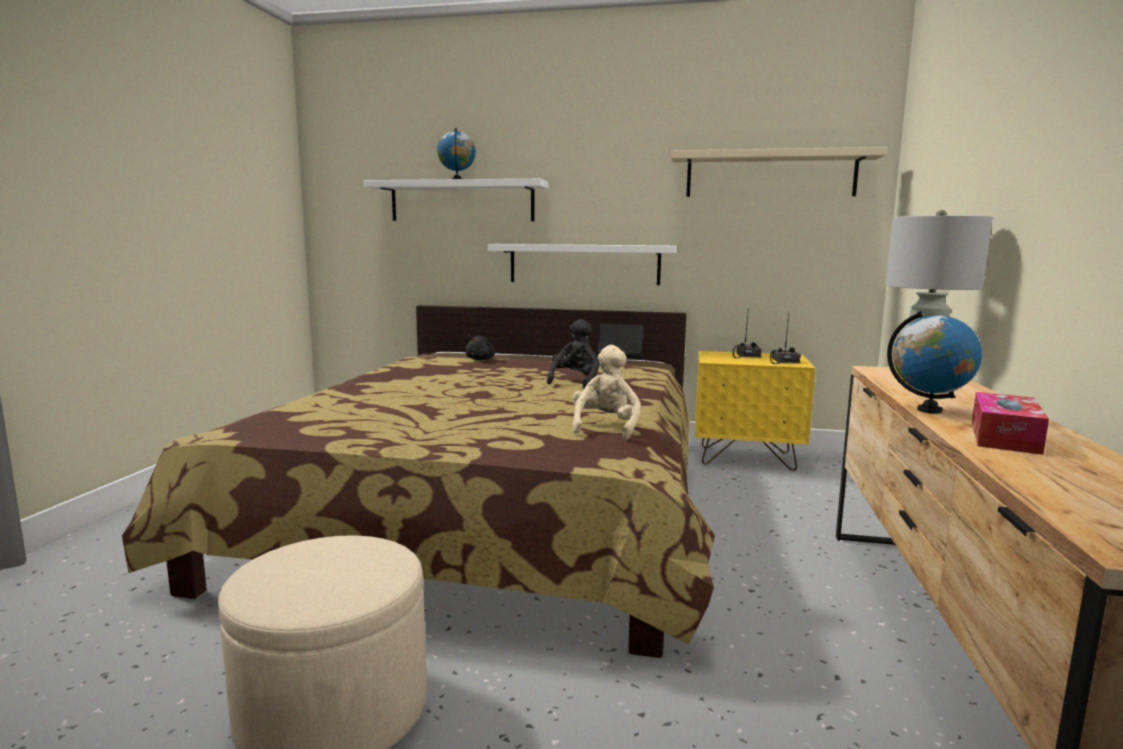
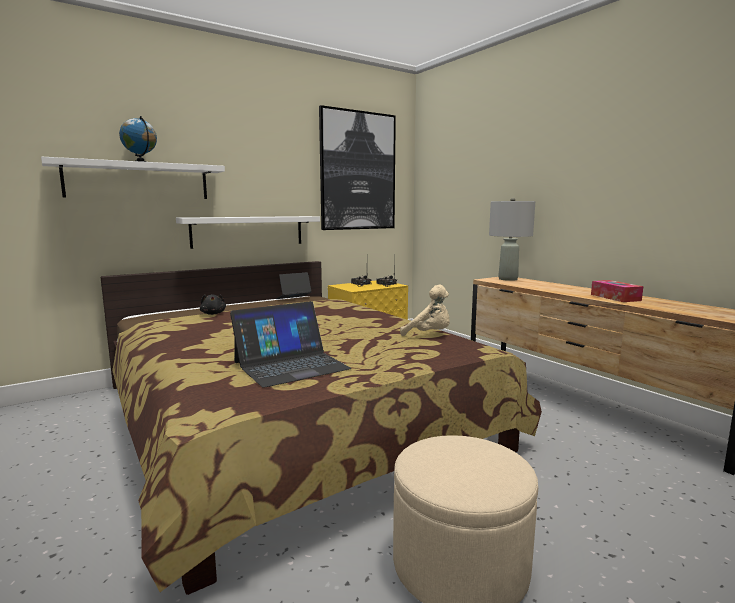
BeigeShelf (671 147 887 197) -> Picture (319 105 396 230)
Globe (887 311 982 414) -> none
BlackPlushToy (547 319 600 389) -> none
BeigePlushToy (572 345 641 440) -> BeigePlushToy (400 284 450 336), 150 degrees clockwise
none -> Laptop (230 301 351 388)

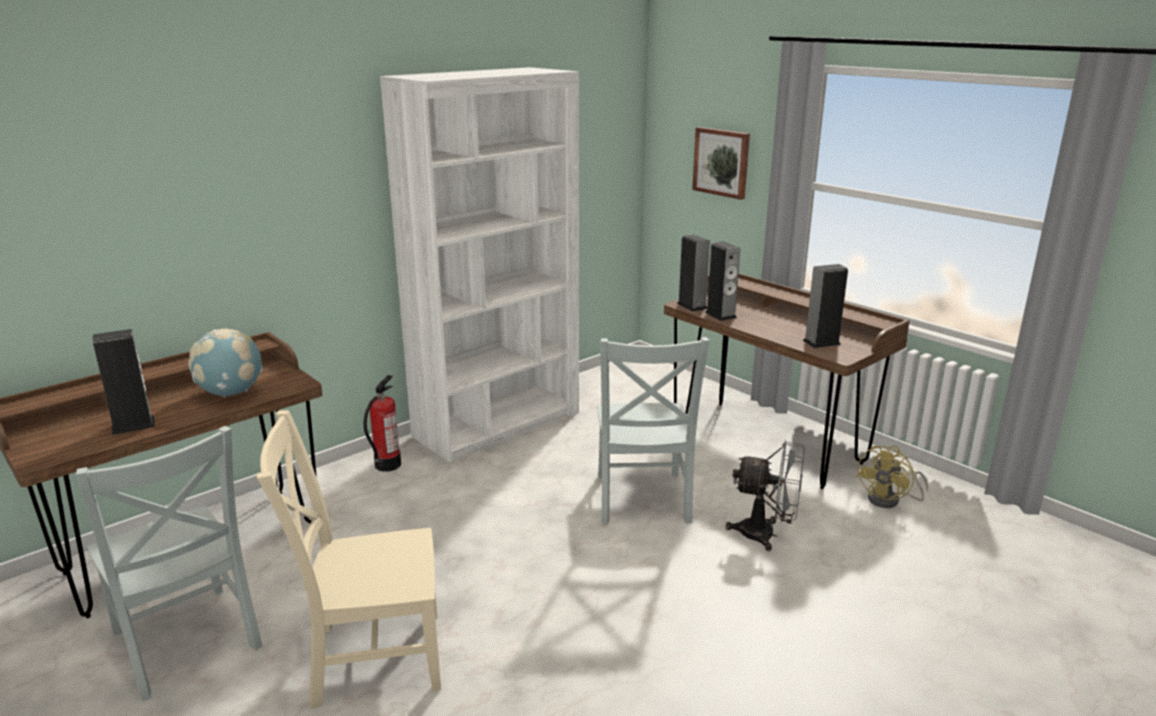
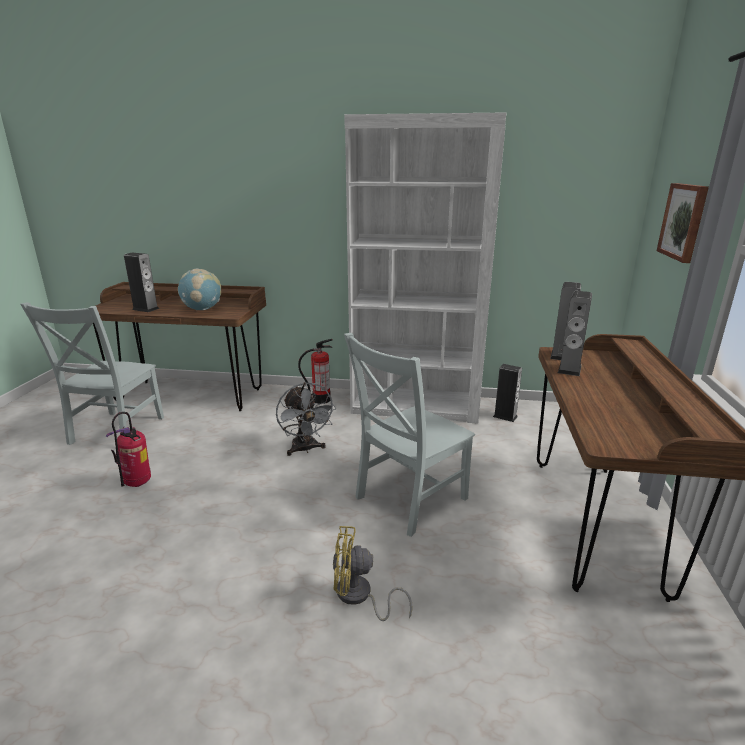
Speaker (803 264 848 348) -> Speaker (493 364 522 422), move
BeigeChair (256 410 441 709) -> FireExtinguisher (106 412 151 487)
GreyFan (726 440 805 551) -> GreyFan (276 382 336 456), move
YellowFan (856 446 928 508) -> YellowFan (333 526 413 621), move

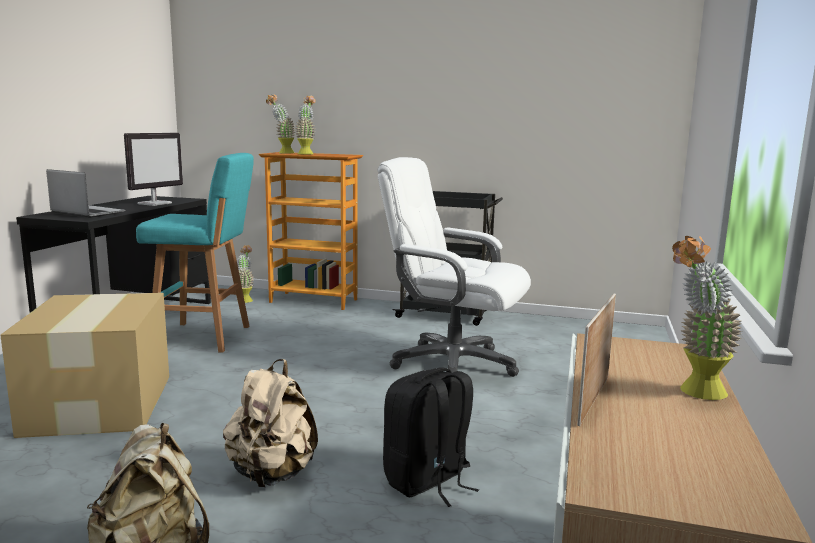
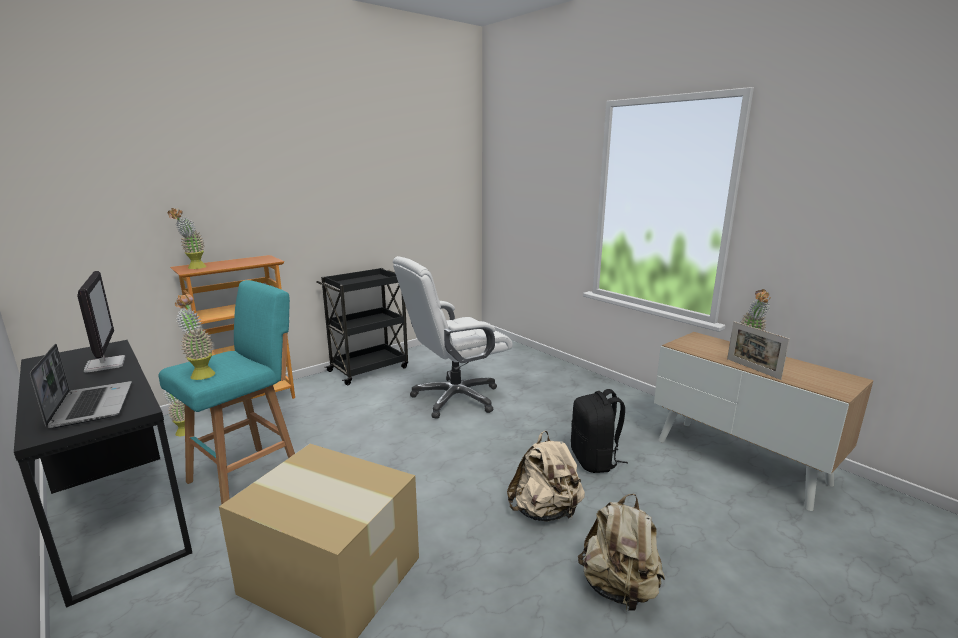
PottedPlant (295 95 316 155) -> PottedPlant (175 294 215 380), move
Laptop (46 169 126 218) -> Laptop (30 344 132 428), 90 degrees clockwise

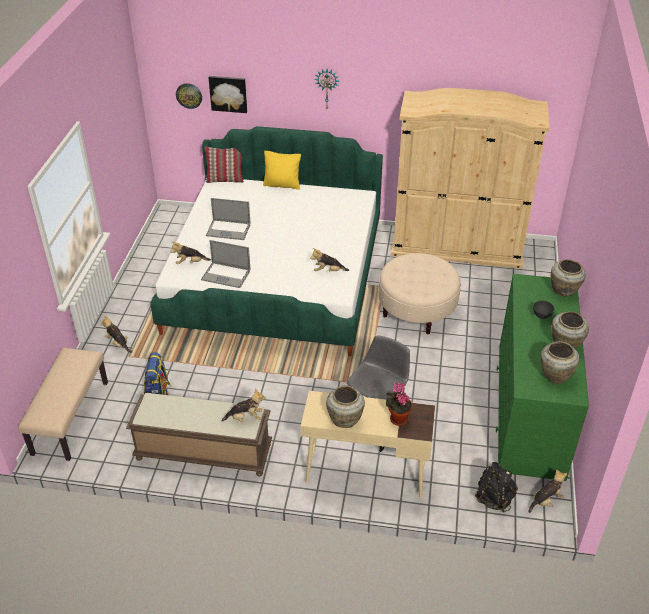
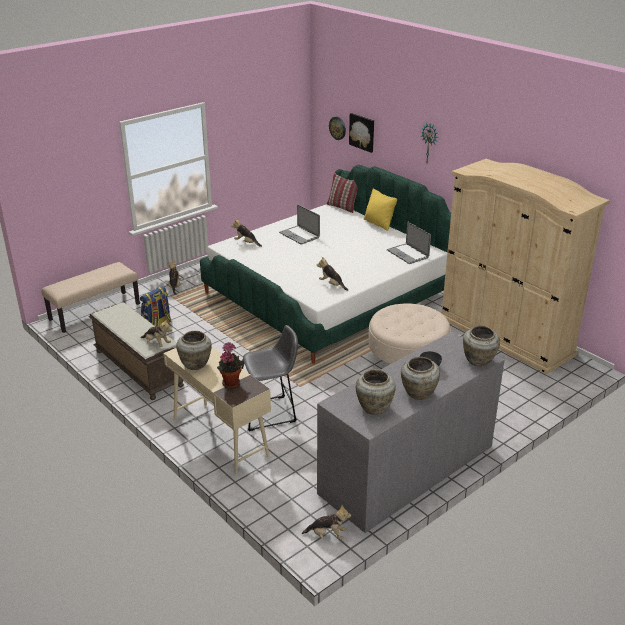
Laptop (201 240 250 288) -> Laptop (387 221 431 264), move
GreenDresser (496 274 589 481) -> GreyDresser (317 332 505 533)
BlackBackpack (475 462 518 513) -> none

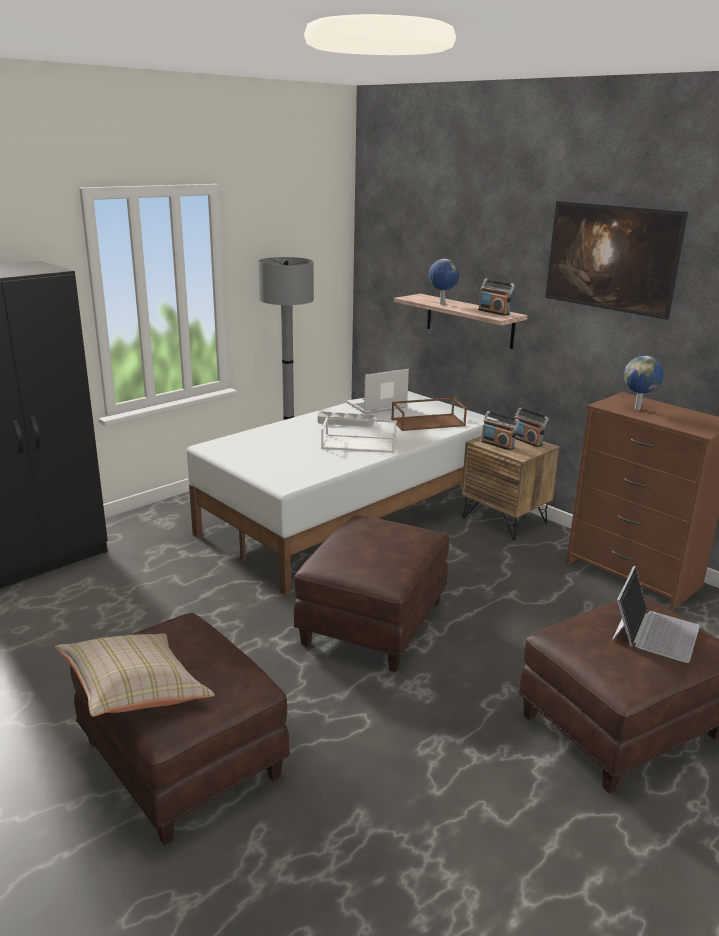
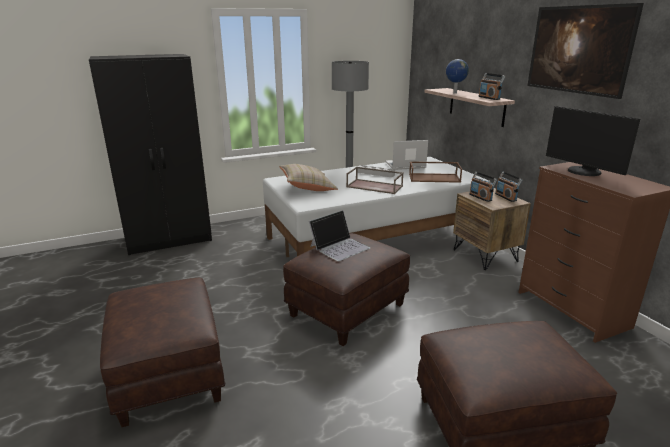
Globe (624 356 664 410) -> Monitor (546 106 640 176)
WhiteTray (321 417 397 453) -> BrownTray (346 167 404 194)
Laptop (612 566 700 663) -> Laptop (309 210 370 261), move
BeigePillow (55 633 215 717) -> BeigePillow (279 164 338 191), move

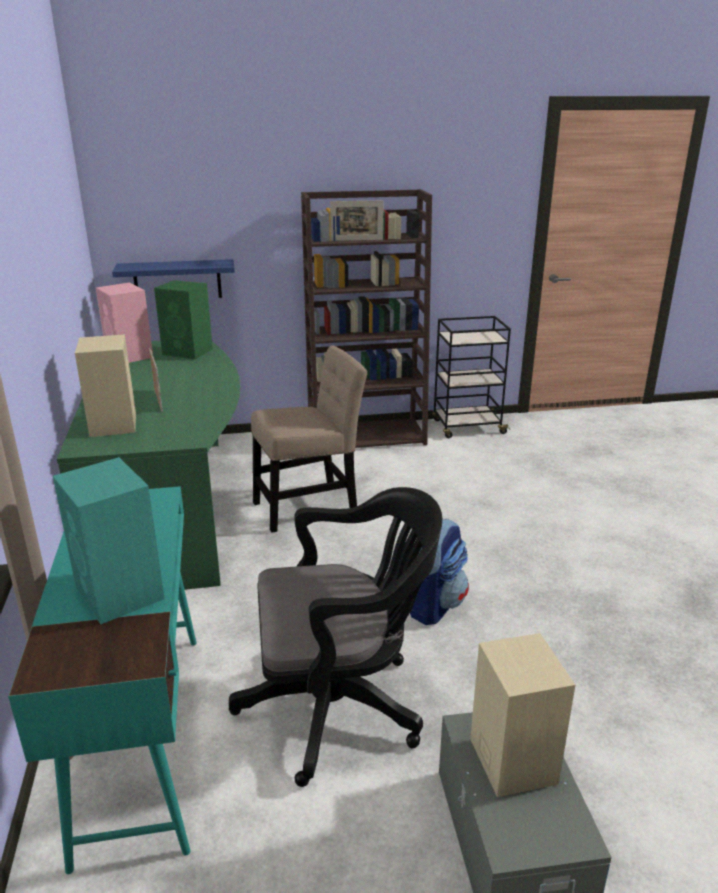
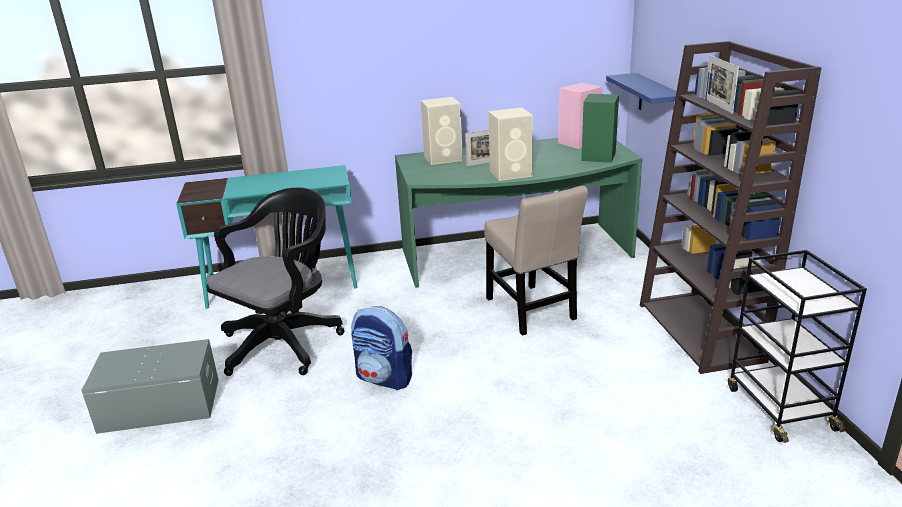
TurquoiseSpeaker (53 457 165 624) -> none
BlackOfficeChair (229 487 442 787) -> BlackOfficeChair (206 187 344 376), 135 degrees counterclockwise
BeigeSpeaker (470 633 575 797) -> BeigeSpeaker (488 108 533 181), move

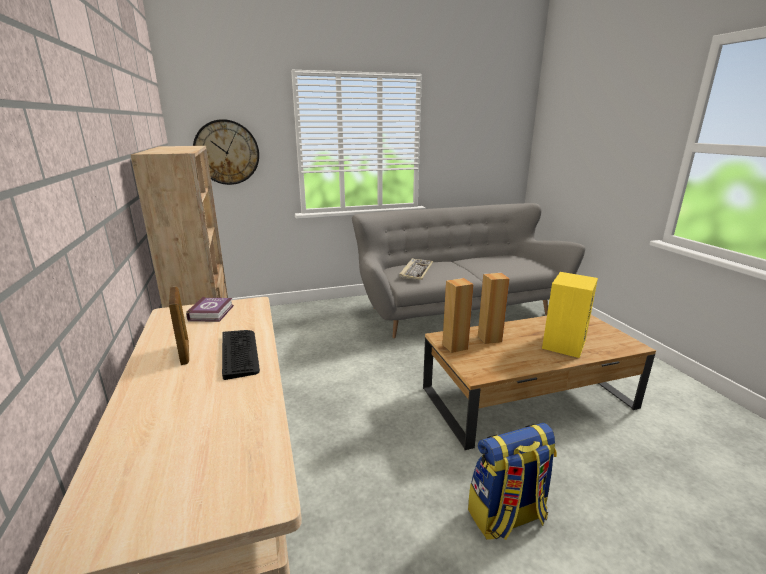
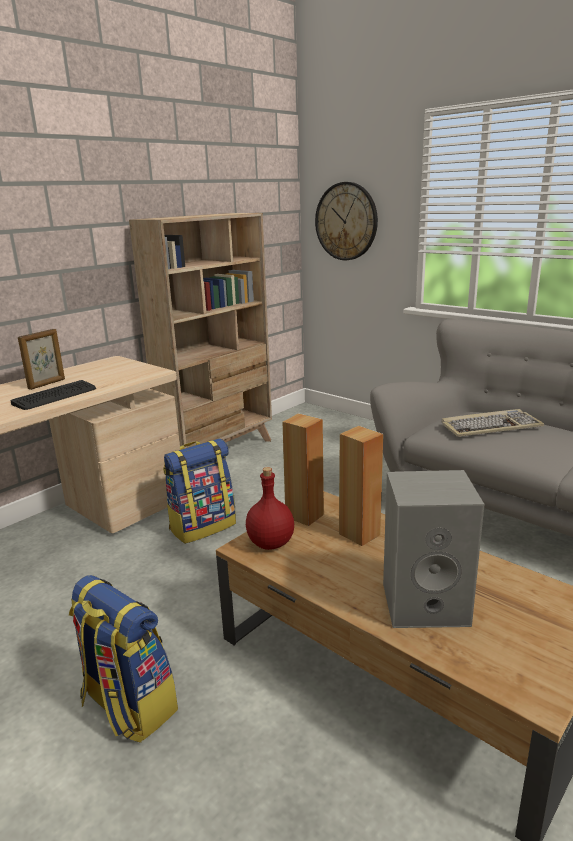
YellowSpeaker (542 272 598 358) -> GreySpeaker (383 470 484 628)
Book (186 297 234 322) -> none
none -> Backpack (163 439 236 544)
none -> RedBottle (246 467 294 550)

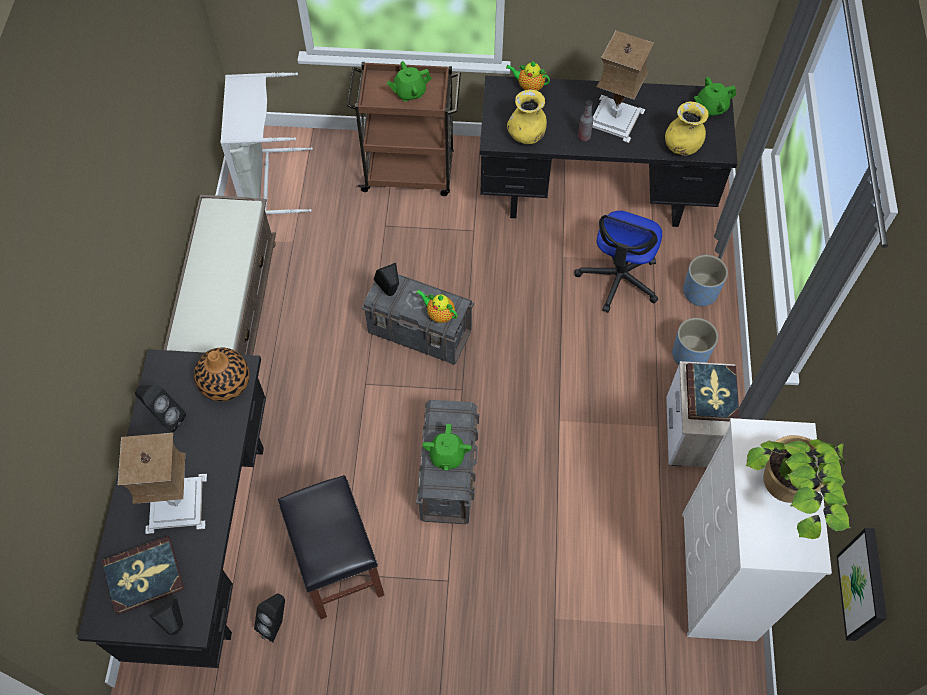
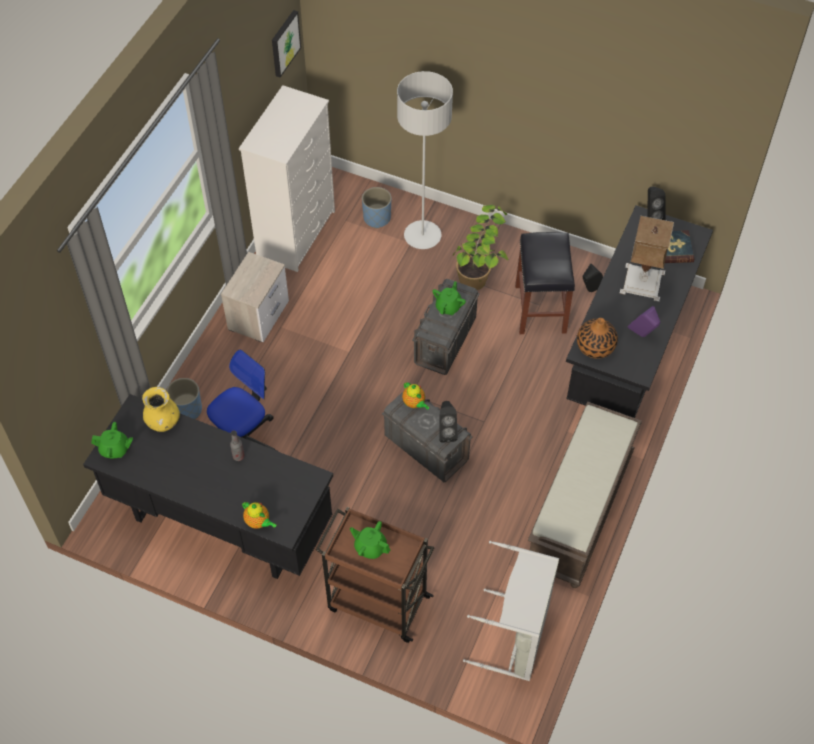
TableLamp (592 31 654 143) -> none
GreenTeapot (387 61 432 102) -> GreenTeapot (350 521 390 559), 150 degrees counterclockwise
YellowVase (507 90 547 144) -> none
BluePlanter (672 318 718 365) -> BluePlanter (362 187 391 228), move
Book (686 363 740 421) -> none
BlackSpeaker (135 385 186 433) -> PurpleSpeaker (627 306 660 337)
PottedPlant (746 435 851 539) -> PottedPlant (453 205 509 290), move
none -> GreyFloorLamp (397 71 453 249)

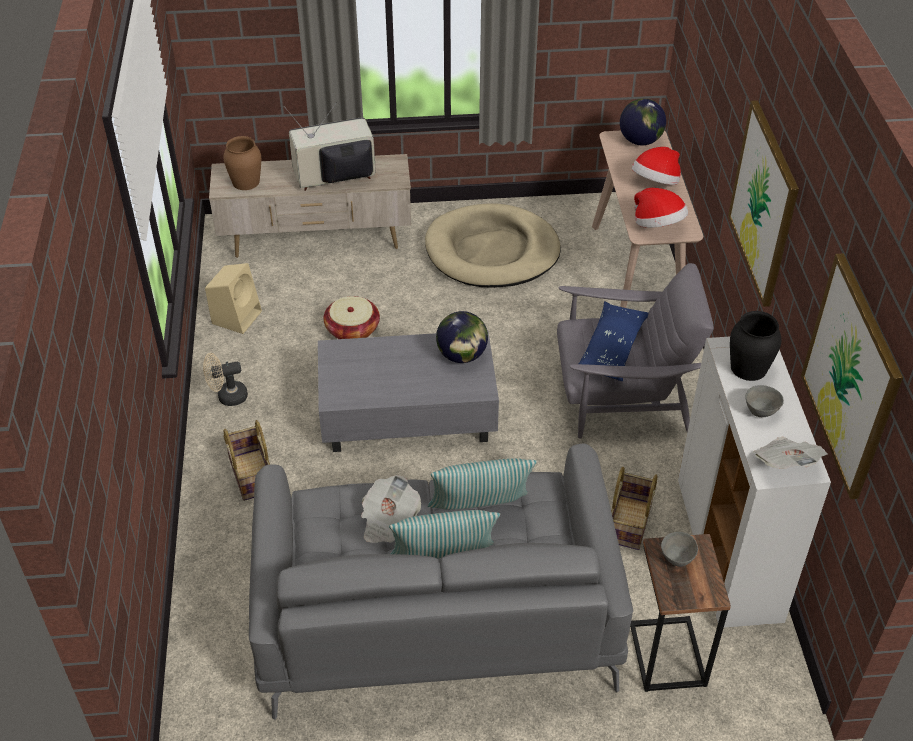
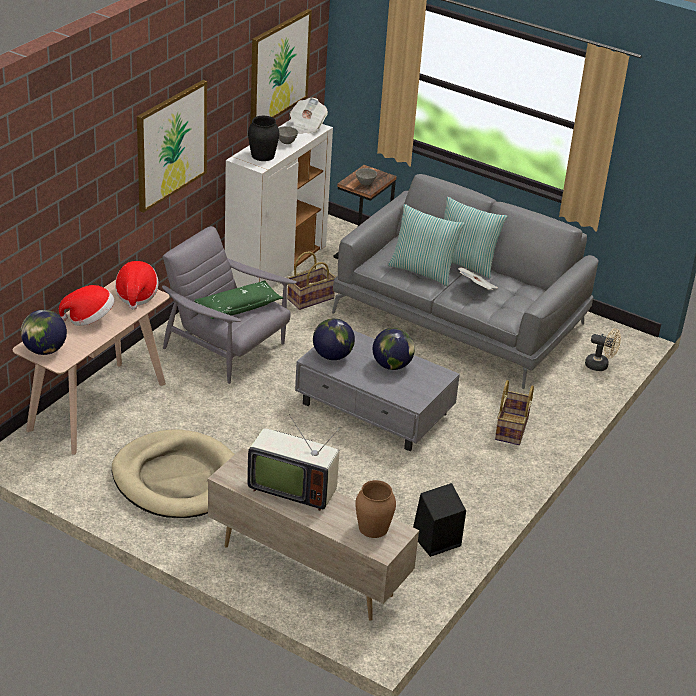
BeigeSpeaker (205 263 262 334) -> BlackSpeaker (413 483 466 557)
Basket (324 296 380 339) -> none
BluePillow (579 301 648 381) -> GreenPillow (194 280 283 319)
BeigeFan (203 353 248 406) -> BeigeFan (585 328 621 371), move
none -> Globe (373 328 415 370)

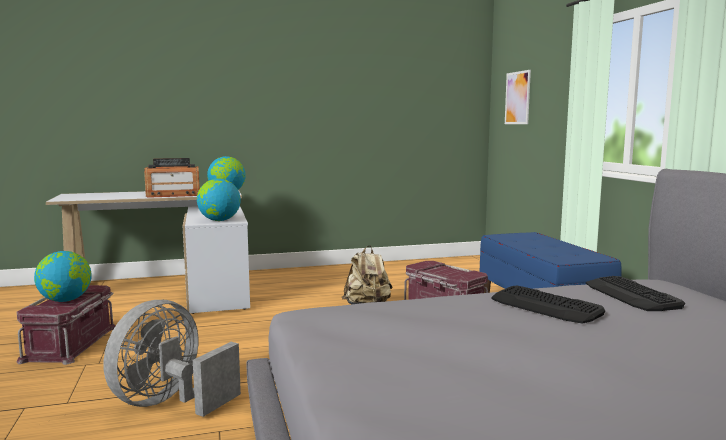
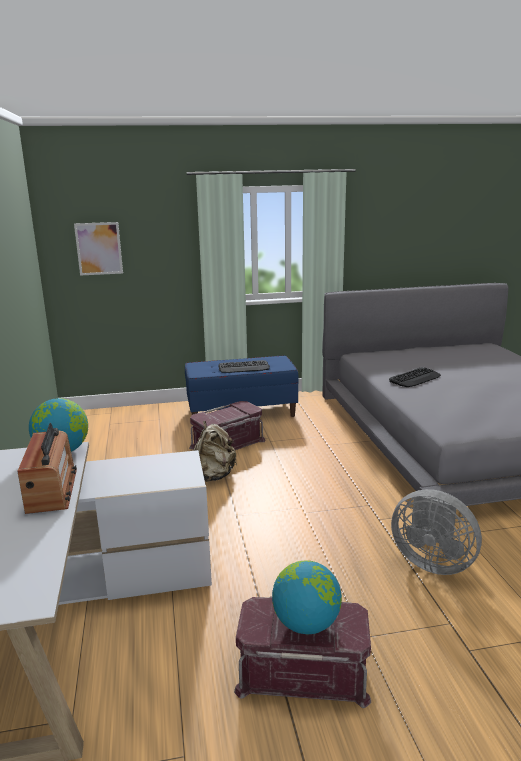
Globe (197 179 241 221) -> none
Keyboard (586 276 685 311) -> Keyboard (218 360 270 373), move

